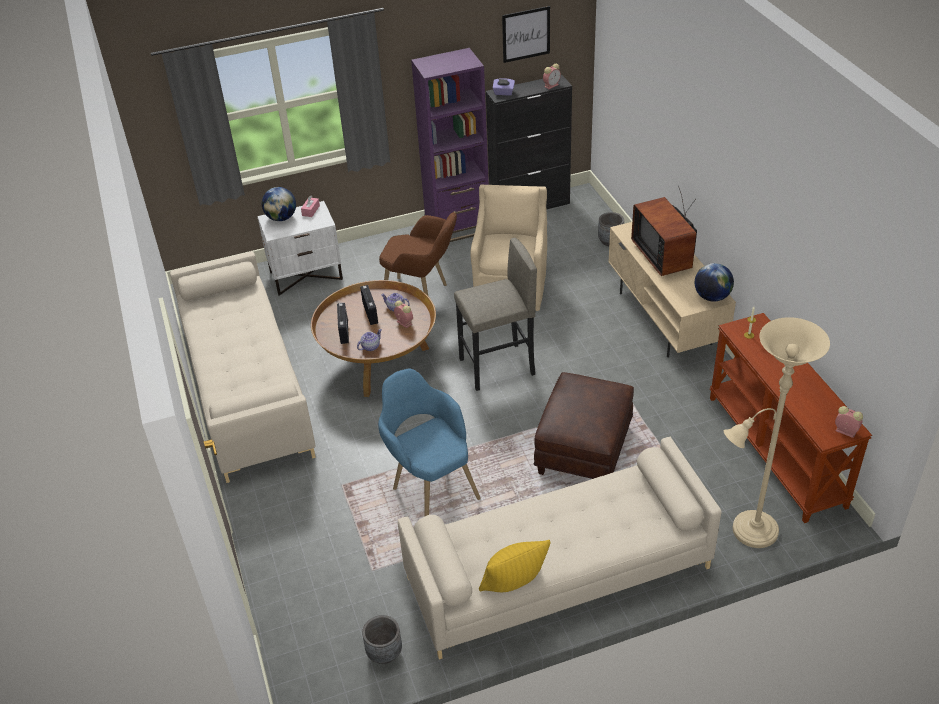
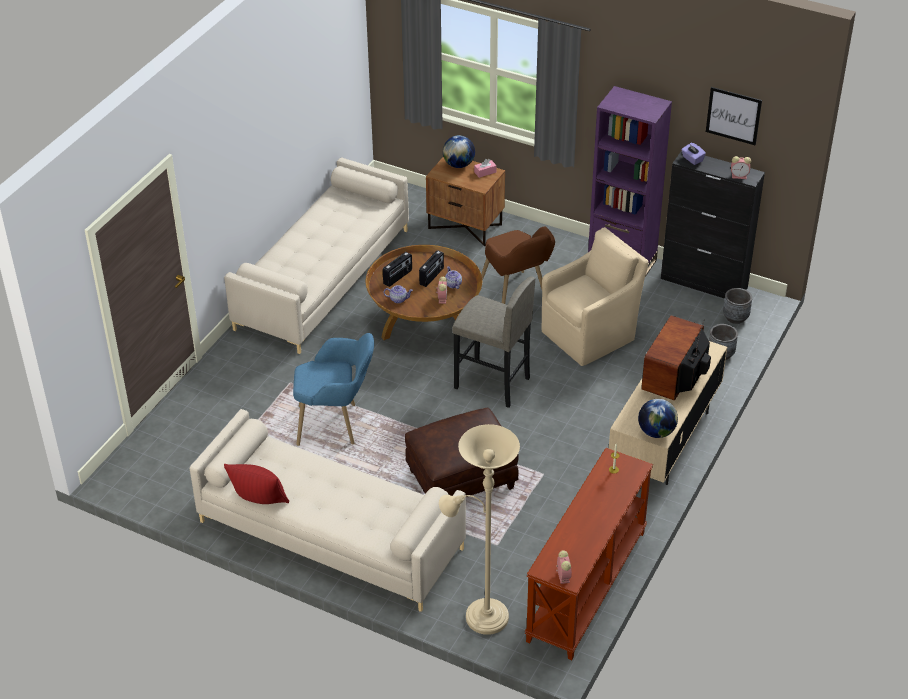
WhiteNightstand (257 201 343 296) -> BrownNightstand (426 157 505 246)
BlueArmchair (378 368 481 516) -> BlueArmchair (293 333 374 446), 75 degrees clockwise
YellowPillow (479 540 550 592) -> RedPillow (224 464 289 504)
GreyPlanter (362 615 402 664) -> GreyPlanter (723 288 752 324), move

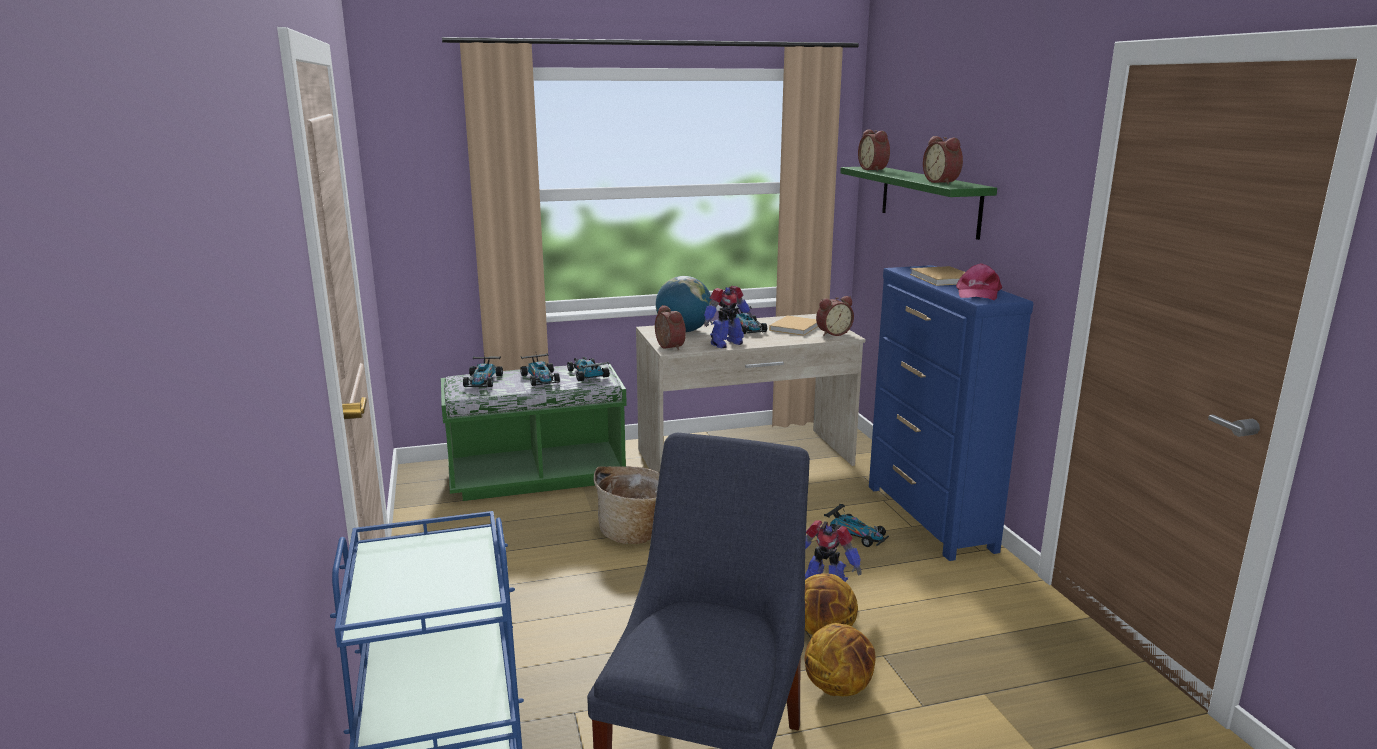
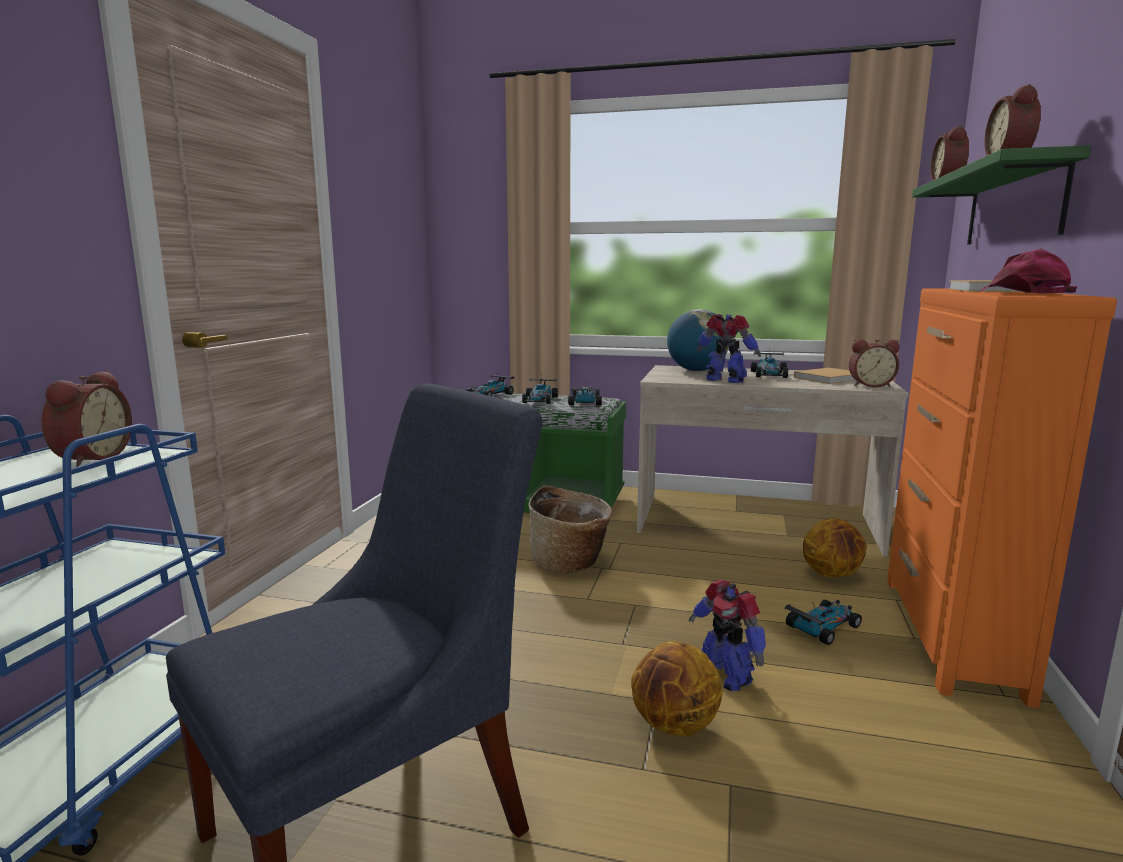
PinkCap (956 263 1002 300) -> PinkCap (979 248 1077 294), 135 degrees clockwise
BlueDresser (869 265 1033 561) -> OrangeDresser (887 288 1117 708)
ToyRobot (704 286 753 348) -> ToyRobot (697 314 761 383), 135 degrees counterclockwise
AlarmClock (655 305 686 350) -> AlarmClock (41 371 132 467), move
ToyCar (824 504 889 547) -> ToyCar (785 600 862 645), 105 degrees counterclockwise
Basketball (804 623 876 696) -> Basketball (803 518 867 578), move

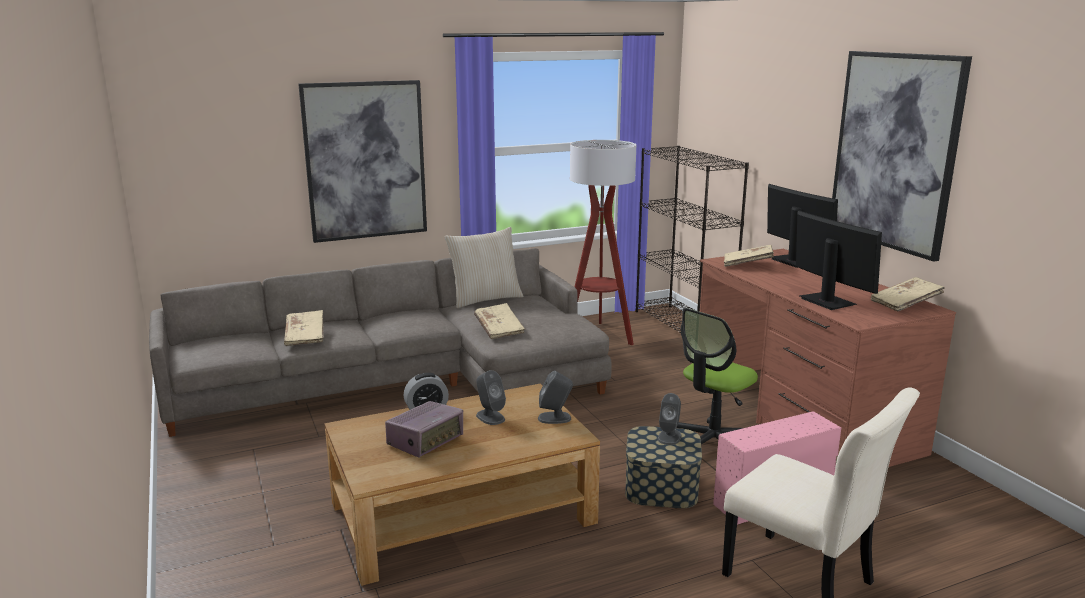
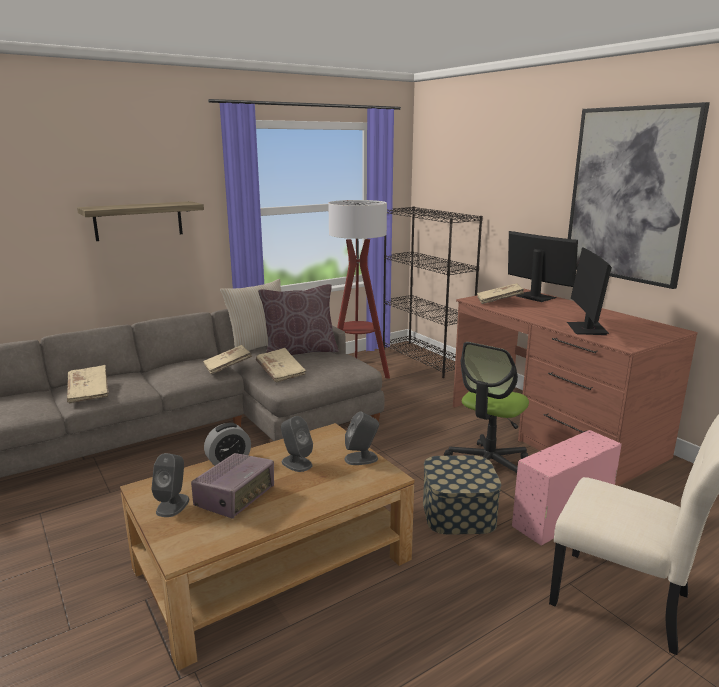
Picture (298 80 427 243) -> Shelf (77 201 204 241)
Monitor (796 211 882 310) -> Monitor (567 248 612 335), 135 degrees counterclockwise
BeigeBook (871 277 945 311) -> BeigeBook (203 345 252 374), move
GreySpeaker (658 393 681 445) -> GreySpeaker (151 453 189 517), move
none -> BrownPillow (258 284 339 355)

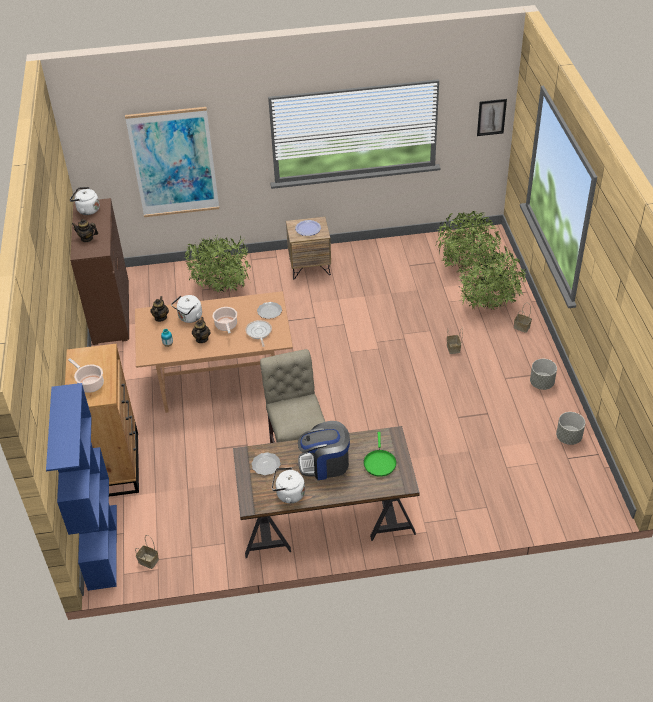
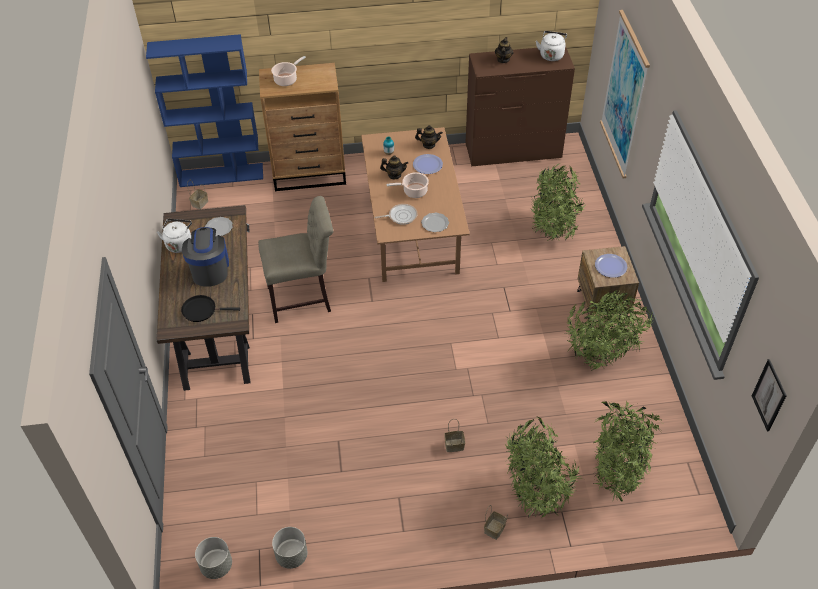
WhiteKettle (171 295 202 323) -> Plate (413 154 443 174)
GreyPlanter (530 359 557 390) -> GreyPlanter (195 537 232 579), move
GreenFryingPan (363 432 397 477) -> BlackFryingPan (181 295 240 322)
none -> PottedPlant (566 290 654 371)

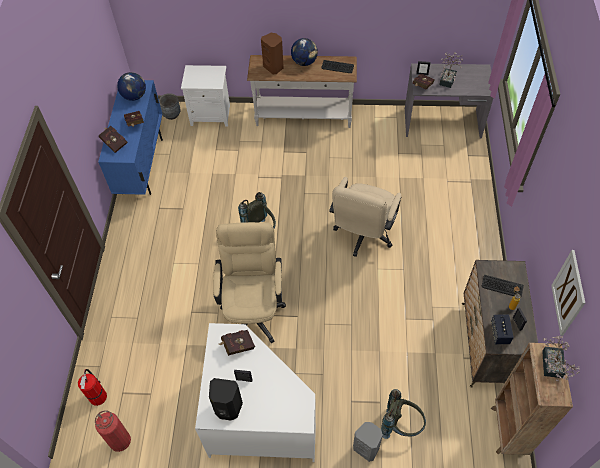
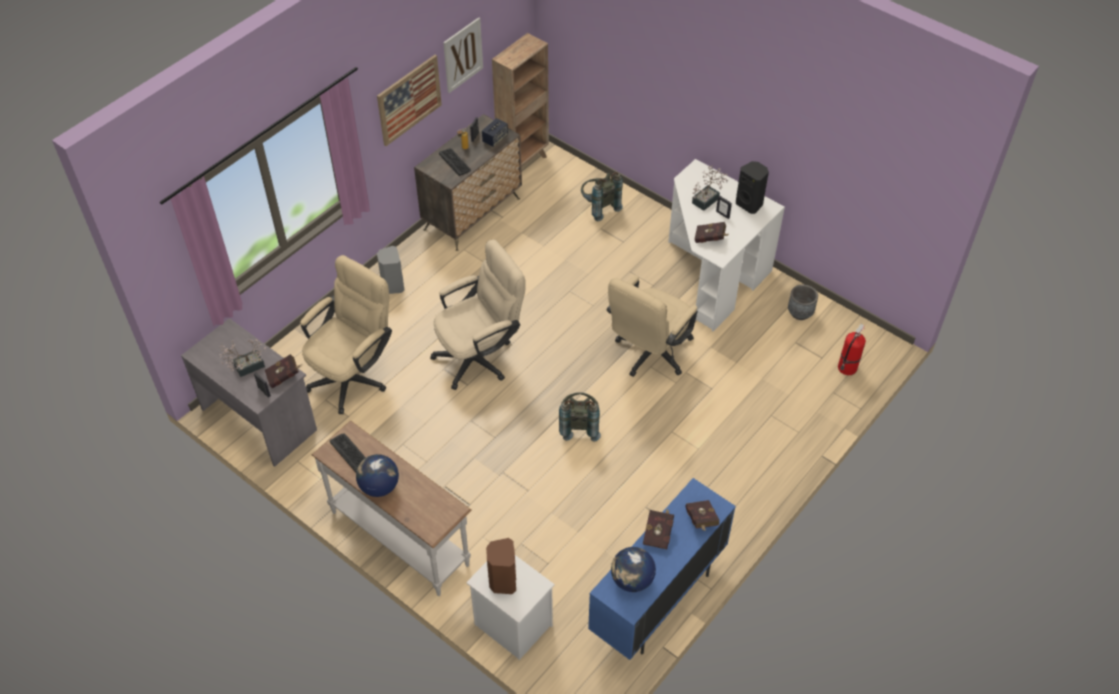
BrownSpeaker (261 33 284 74) -> BrownSpeaker (486 538 516 594), move
GreyPlanter (159 93 181 120) -> GreyPlanter (788 285 818 320), move
PottedPlant (542 336 580 381) -> PottedPlant (692 165 728 211), move
FireExtinguisher (95 410 131 452) -> none
GreySpeaker (353 422 383 462) -> GreySpeaker (377 246 404 294), move
none -> Picture (377 55 442 146)
none -> BeigeOfficeChair (300 255 392 414)

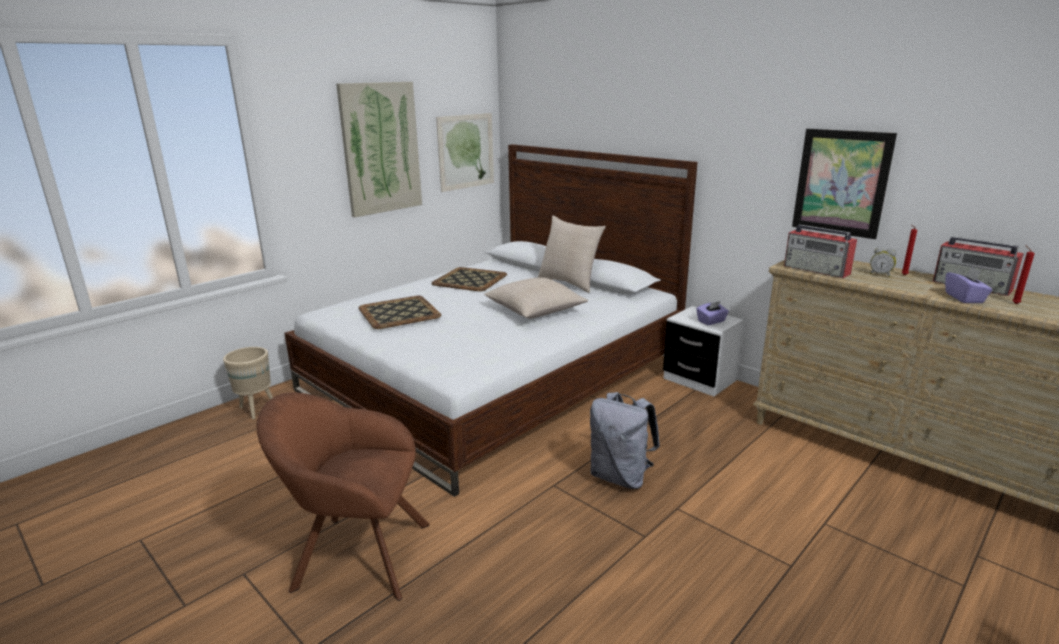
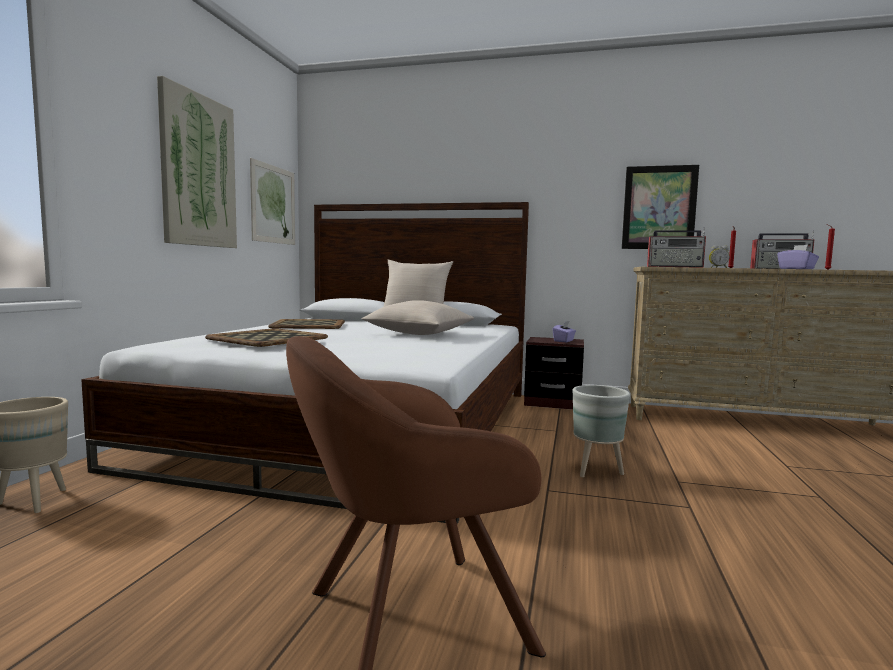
WhiteNightstand (663 306 744 396) -> BrownNightstand (524 337 584 410)
GreyBackpack (590 392 660 489) -> GreyPlanter (573 385 630 477)

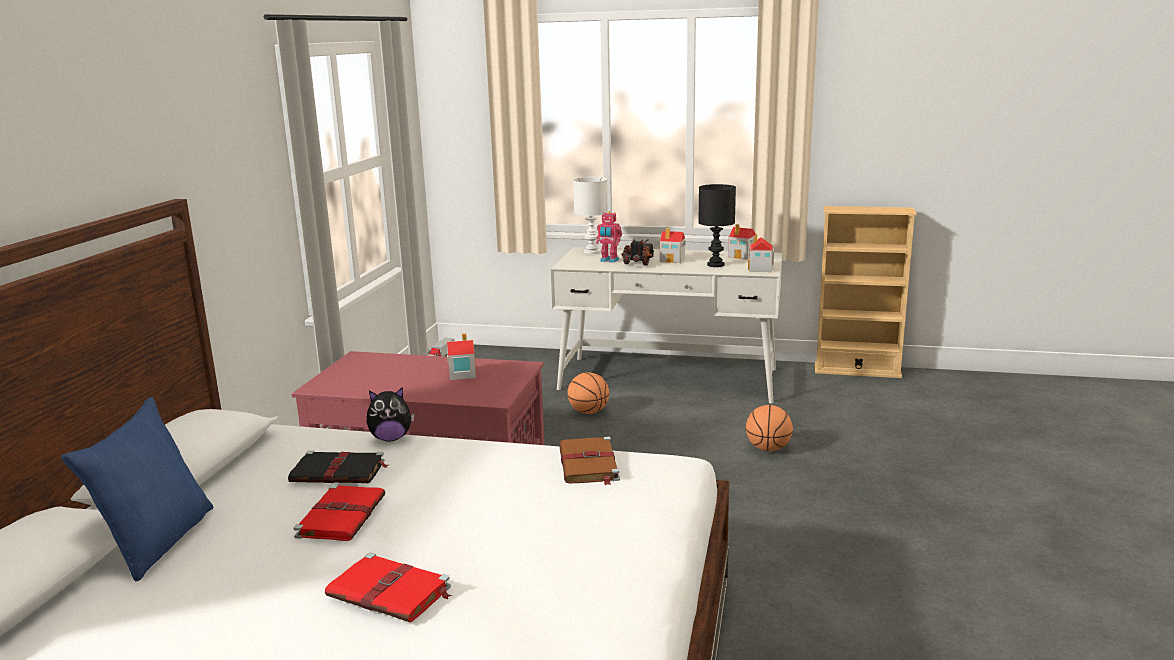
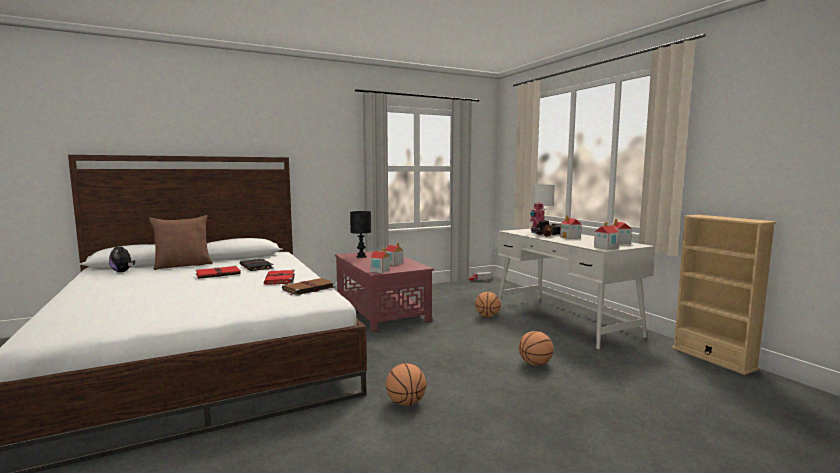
BlackTableLamp (698 184 736 267) -> BlackTableLamp (350 211 371 258), move
PlushToy (367 387 415 441) -> PlushToy (109 244 135 272), move
BluePillow (61 397 213 581) -> BrownPillow (149 215 213 270)
RedBook (325 553 453 622) -> RedBook (263 270 295 285), move
none -> ToyHouse (370 248 390 273)
none -> Basketball (386 363 426 406)

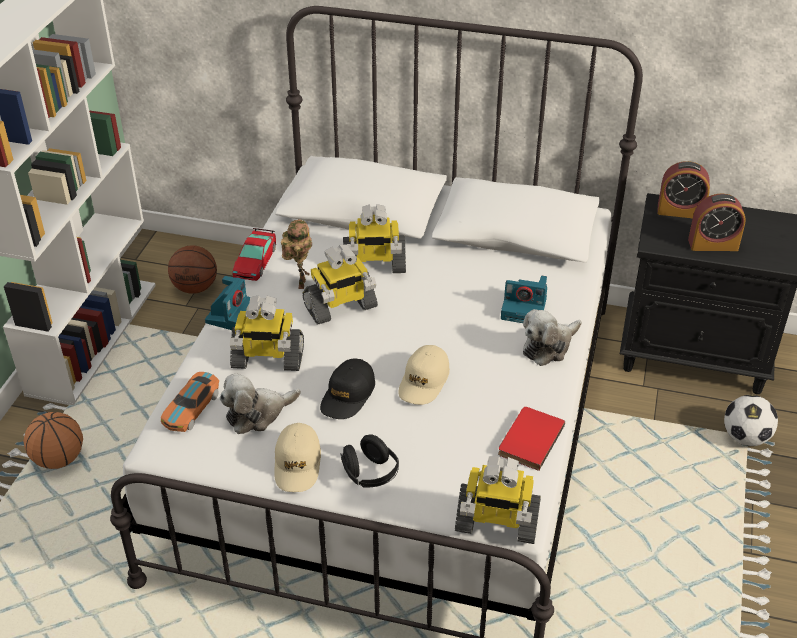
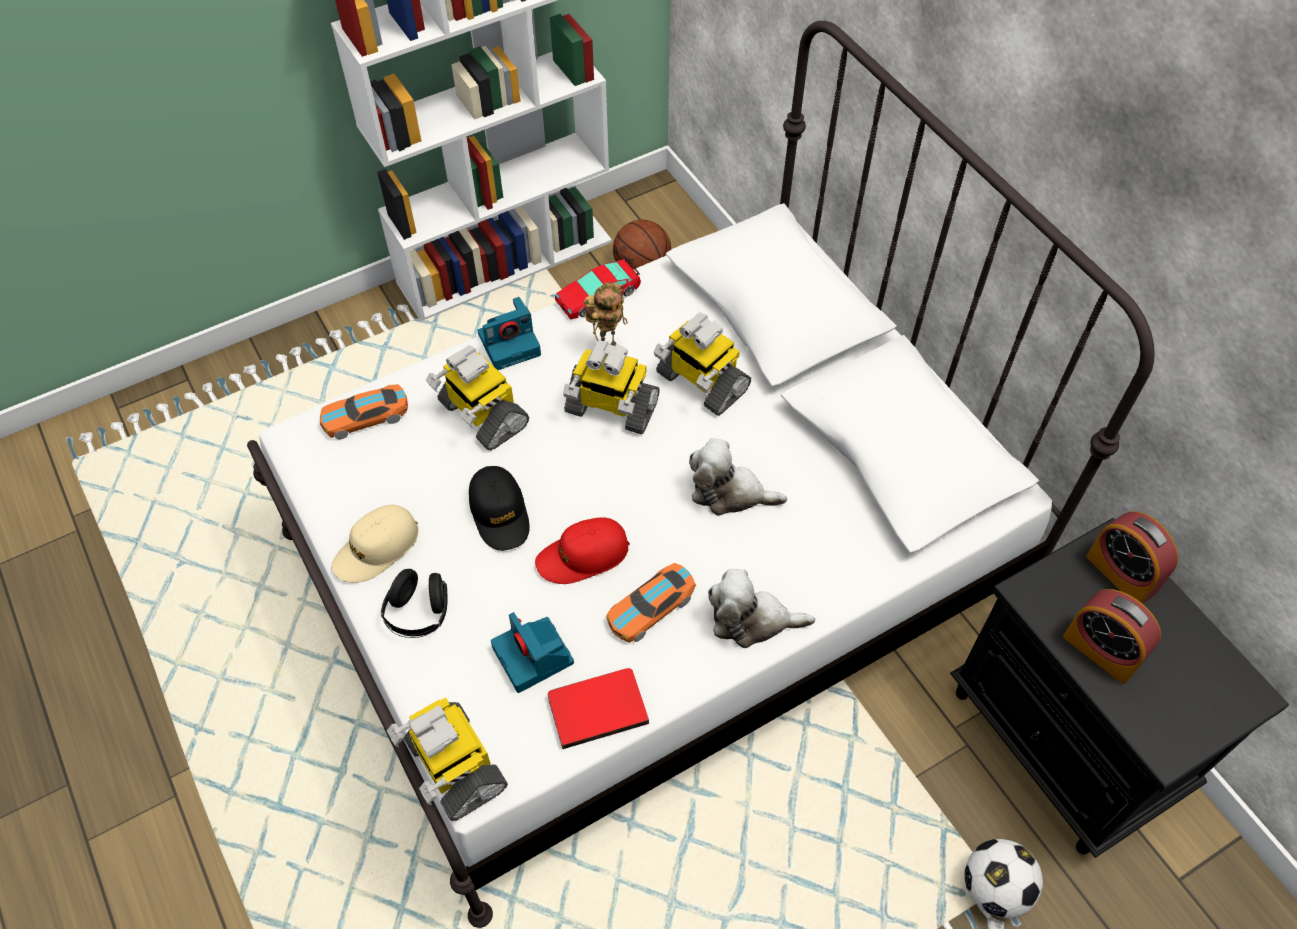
PhotoCamera (501 276 547 323) -> PhotoCamera (491 612 574 693), move
BeigeCap (398 345 450 405) -> RedCap (535 517 630 584)
BlackCap (320 359 375 419) -> BlackCap (469 466 530 551), 90 degrees counterclockwise
PlushToy (219 373 301 434) -> PlushToy (689 438 787 516), move
Basketball (24 412 83 469) -> none
none -> ToyCar (606 563 696 643)

